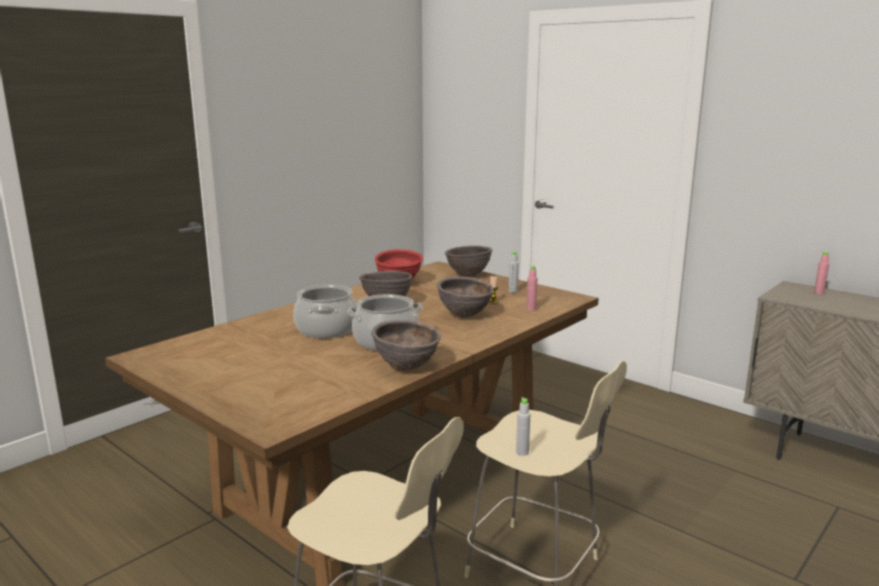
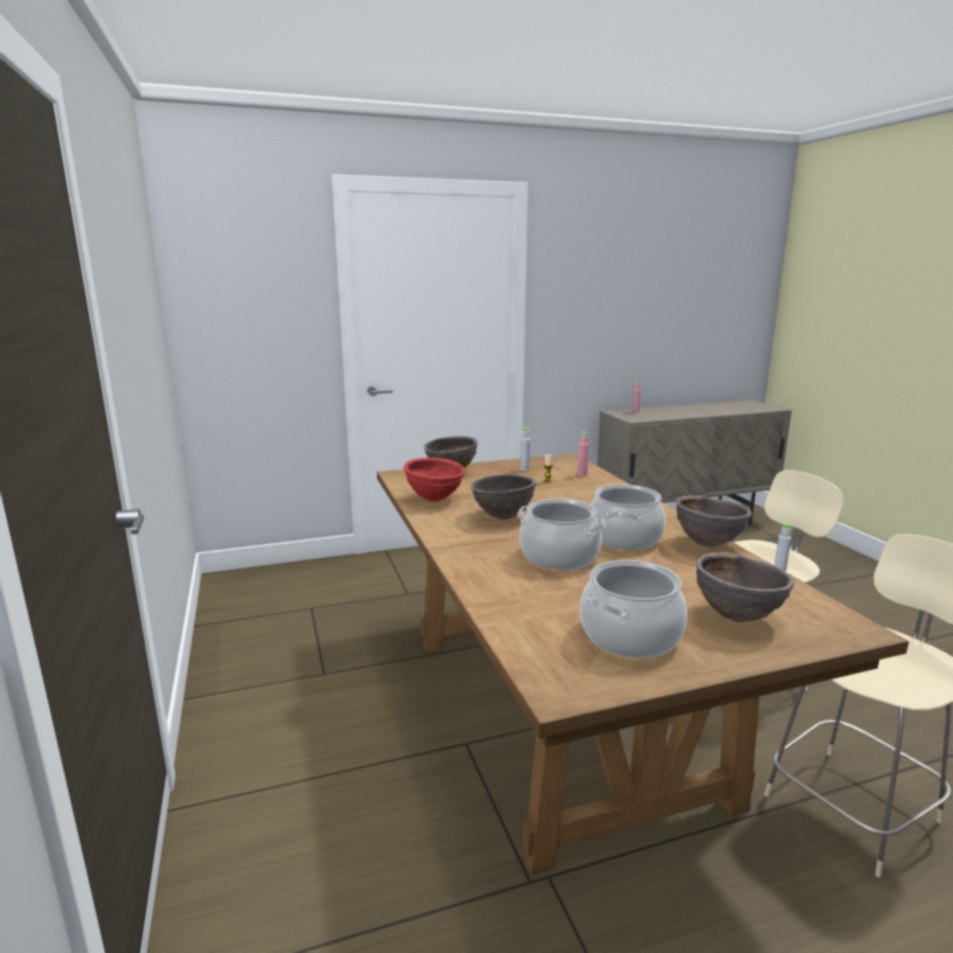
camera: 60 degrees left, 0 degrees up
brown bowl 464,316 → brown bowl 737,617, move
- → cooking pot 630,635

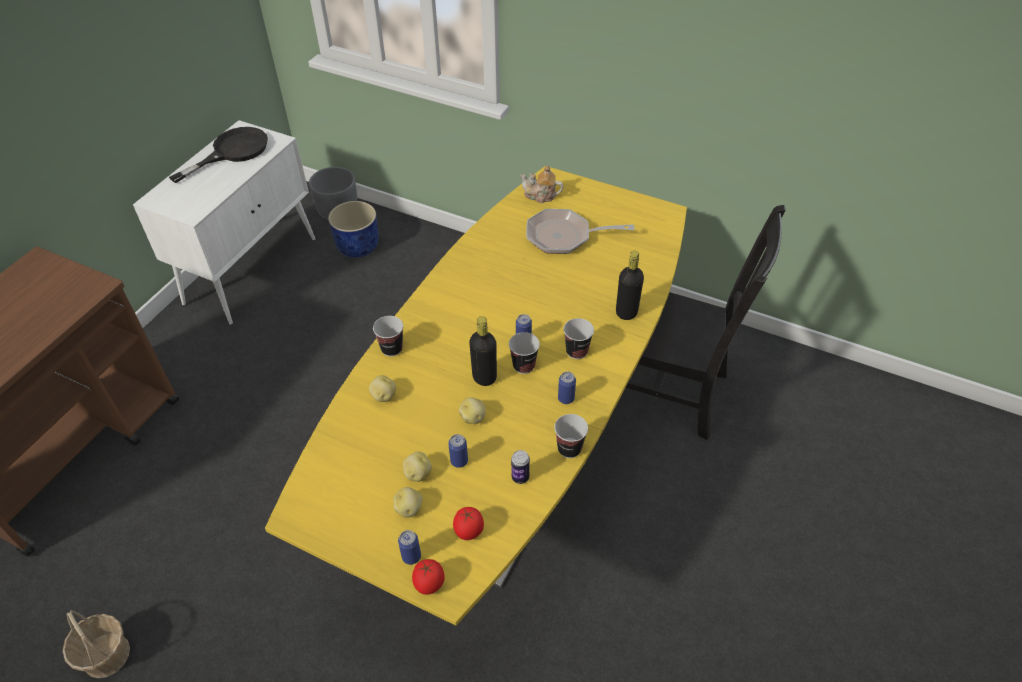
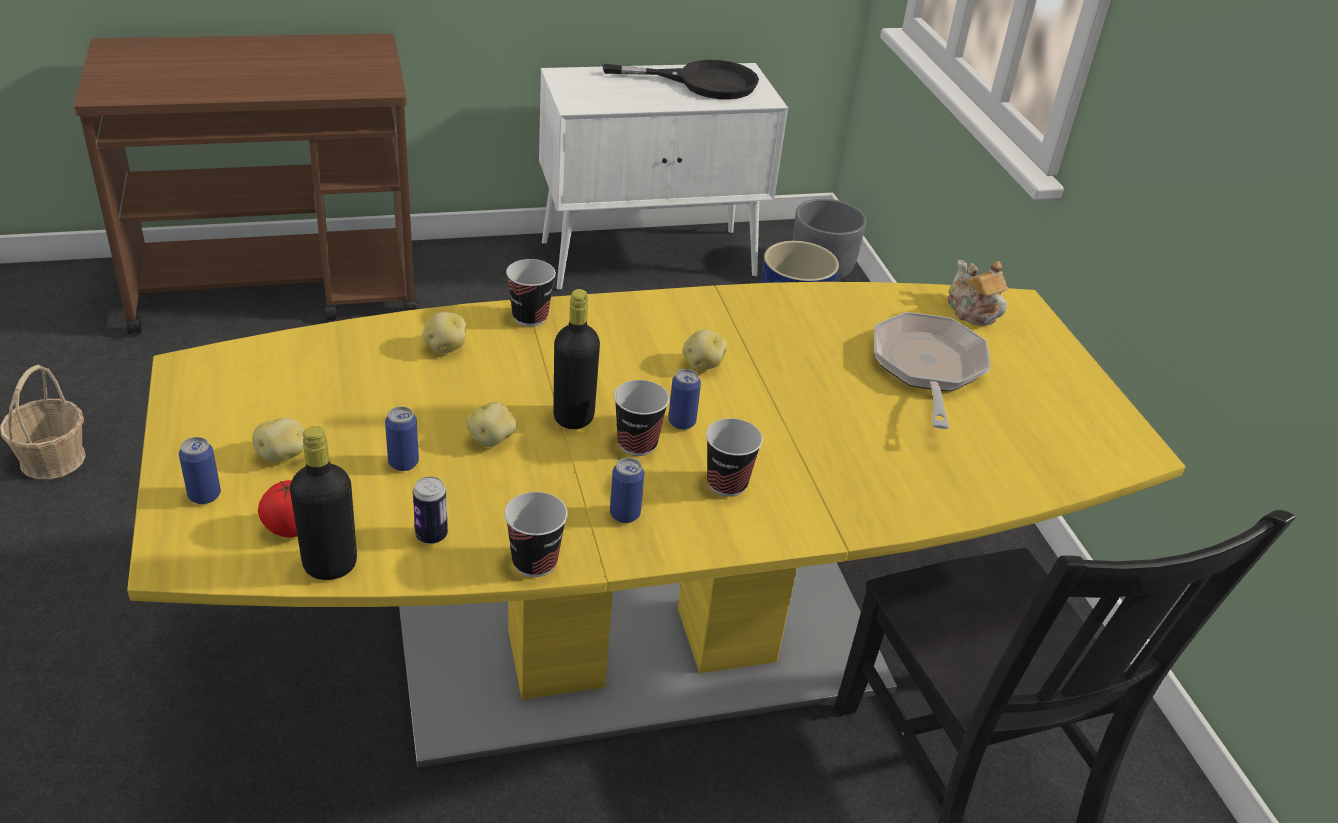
camera: 45 degrees right, 10 degrees down
frying pan 564,236 → frying pan 927,369, 45 degrees clockwise
black bottle 626,312 → black bottle 330,565, move
potato 417,474 → potato 702,364, move
tomato 429,584 → -

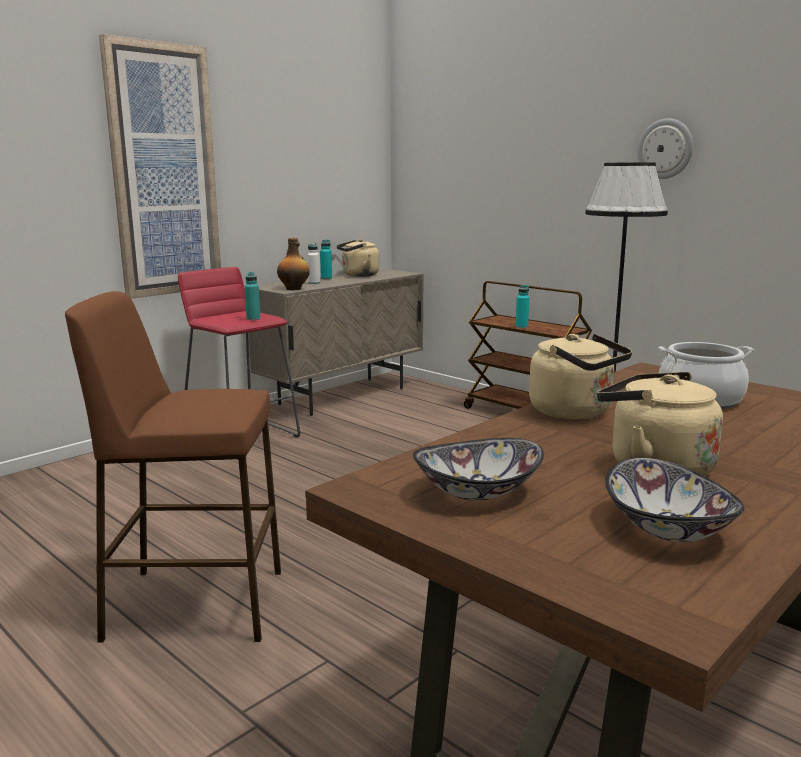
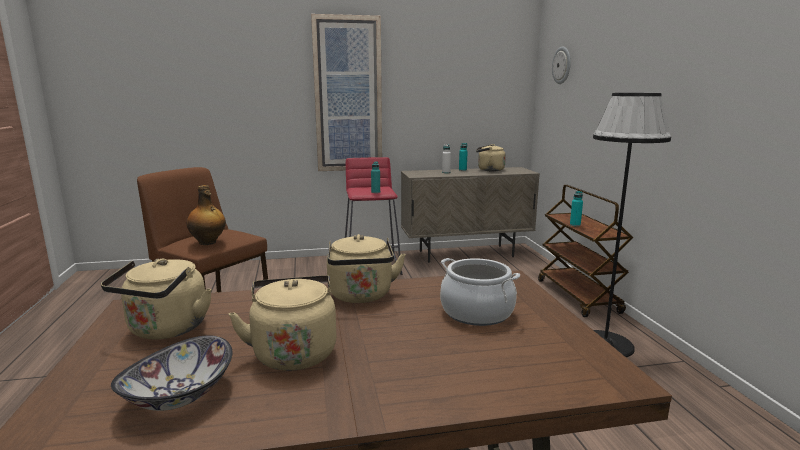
camera: 35 degrees right, 0 degrees up
wall clock 665,149 → wall clock 562,65, move
bottle 294,289 → bottle 208,242, move
bowl 477,492 → beige kettle 166,330

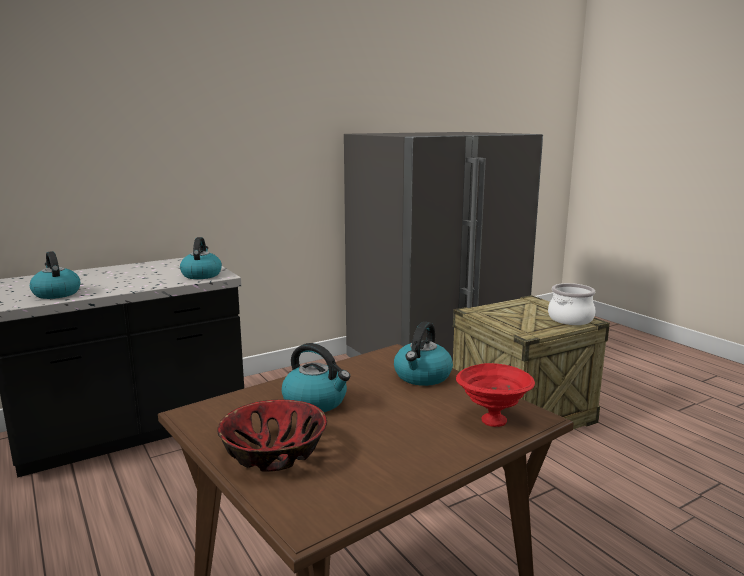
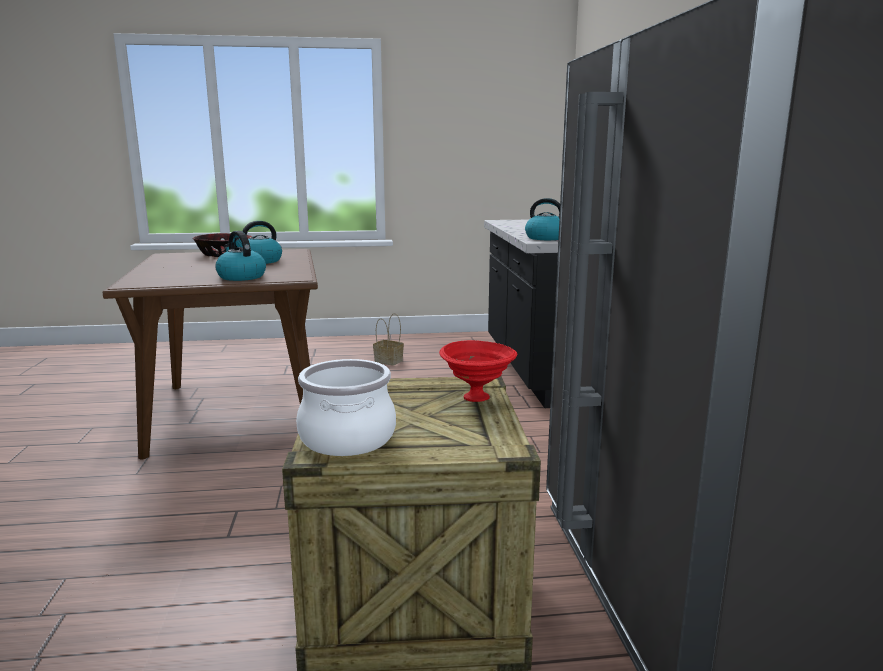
camera: 115 degrees right, 0 degrees up
kettle 56,293 → -
red bowl 491,421 → red bowl 477,397, move
- → basket 389,361

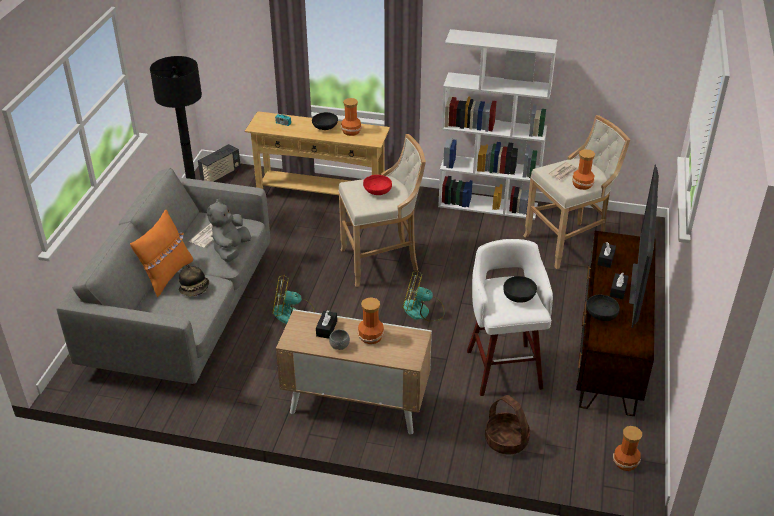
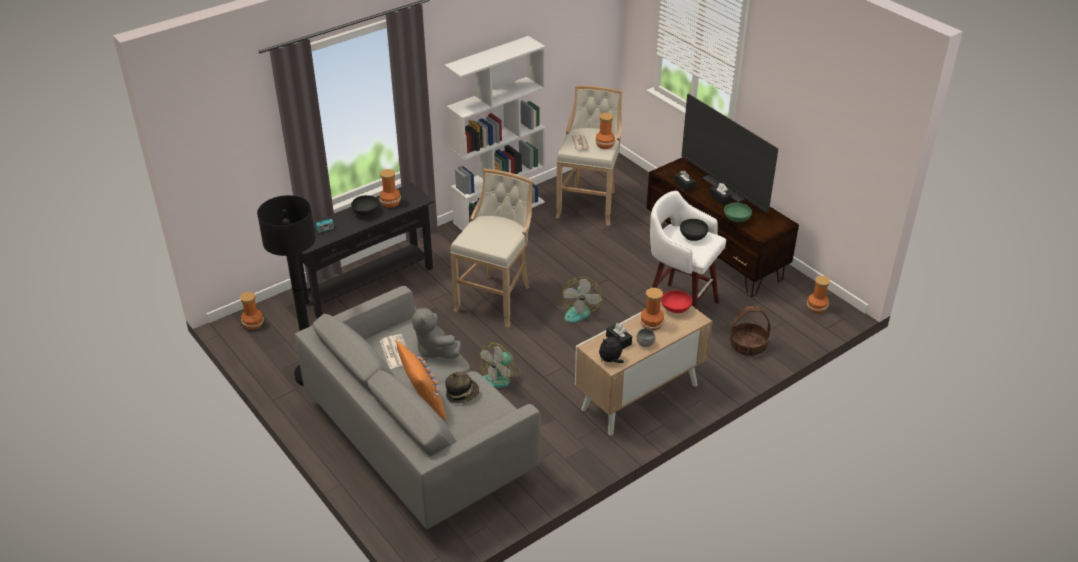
camera: 50 degrees left, 0 degrees up
beige console table 321,195 → black console table 368,284
radio 221,174 → vase 252,324
red bowl 377,192 → red bowl 675,309, move
fan 422,311 → fan 577,310, 45 degrees counterclockwise
black bowl 601,315 → green bowl 736,219
- → plush toy 610,360

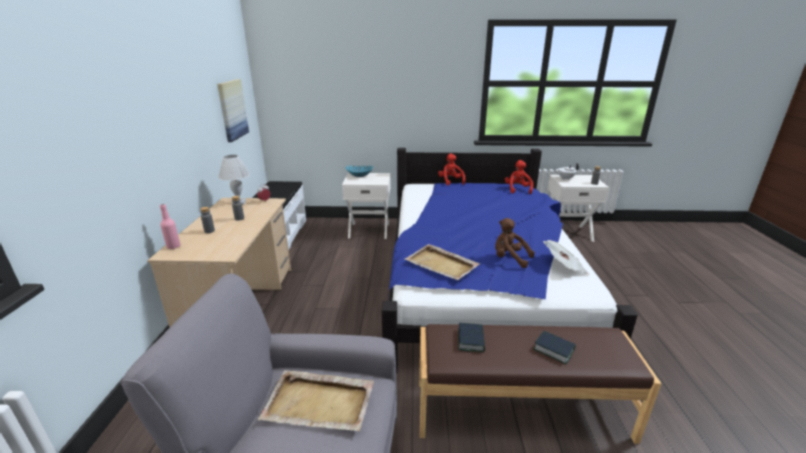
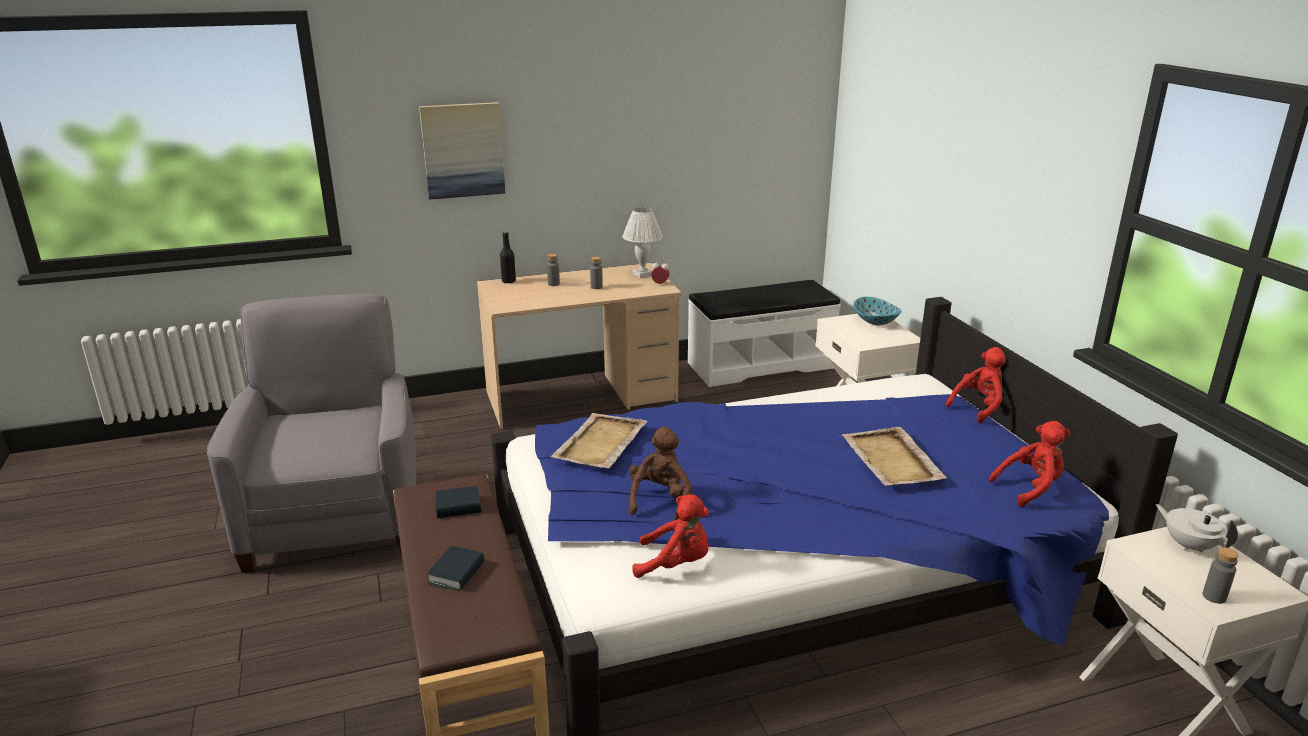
camera: 70 degrees right, 0 degrees up
picture 232,110 → picture 463,150, move
pink bottle 173,246 → black bottle 508,281
newspaper 564,267 → red plush toy 676,564
beige tray 320,403 → beige tray 892,460, move

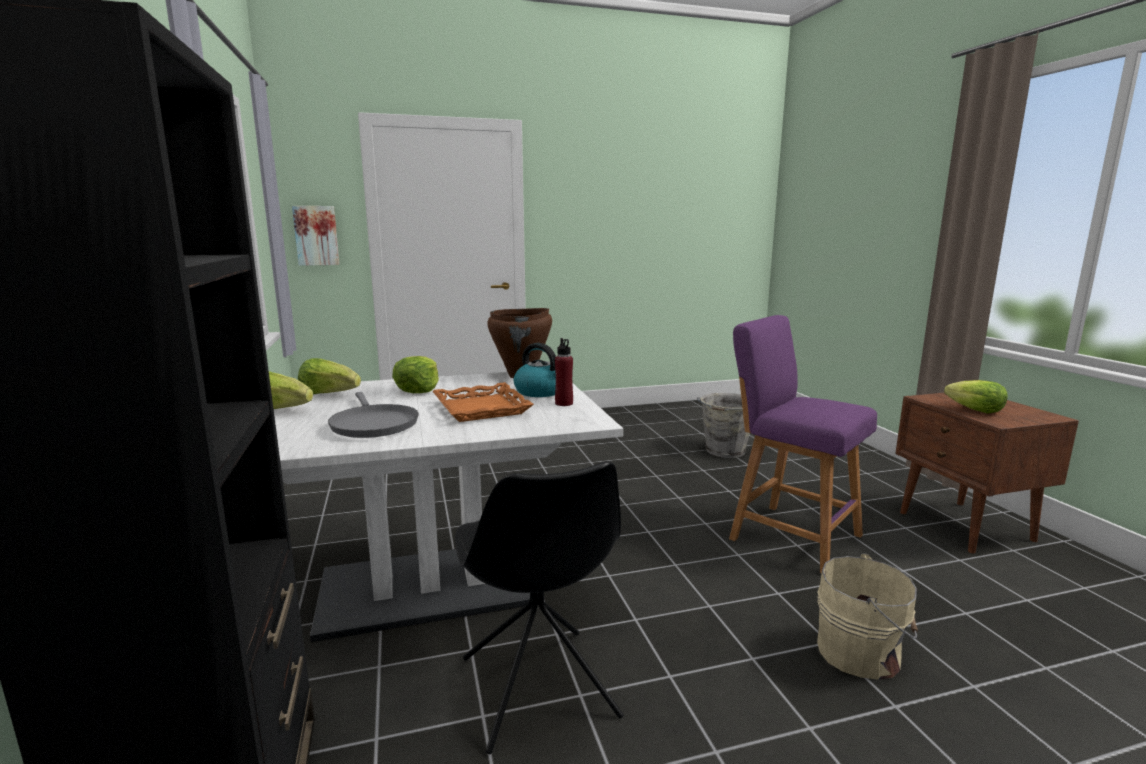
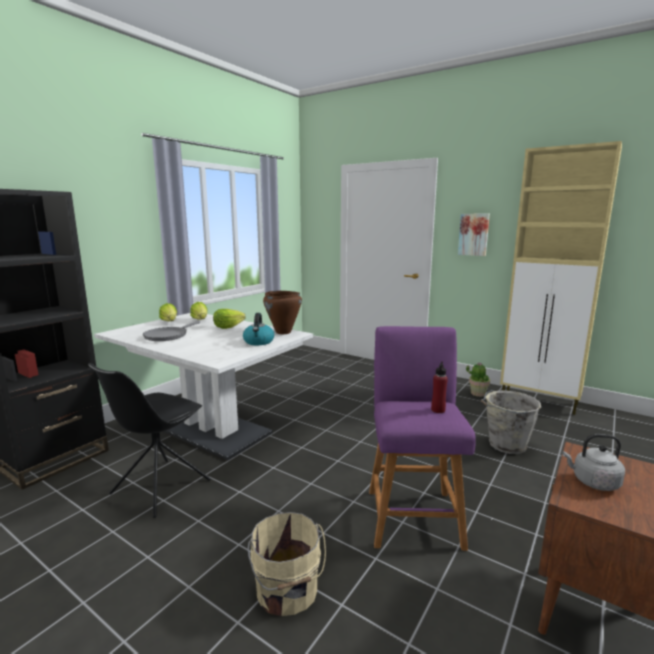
camera: 50 degrees right, 0 degrees up
picture 316,235 → picture 473,234, move
red bottle 564,403 → red bottle 438,410, move
lettuce 975,410 → grey kettle 593,482
orange tray 482,408 → -
- → beige cabinet 540,401
- → potted plant 478,393

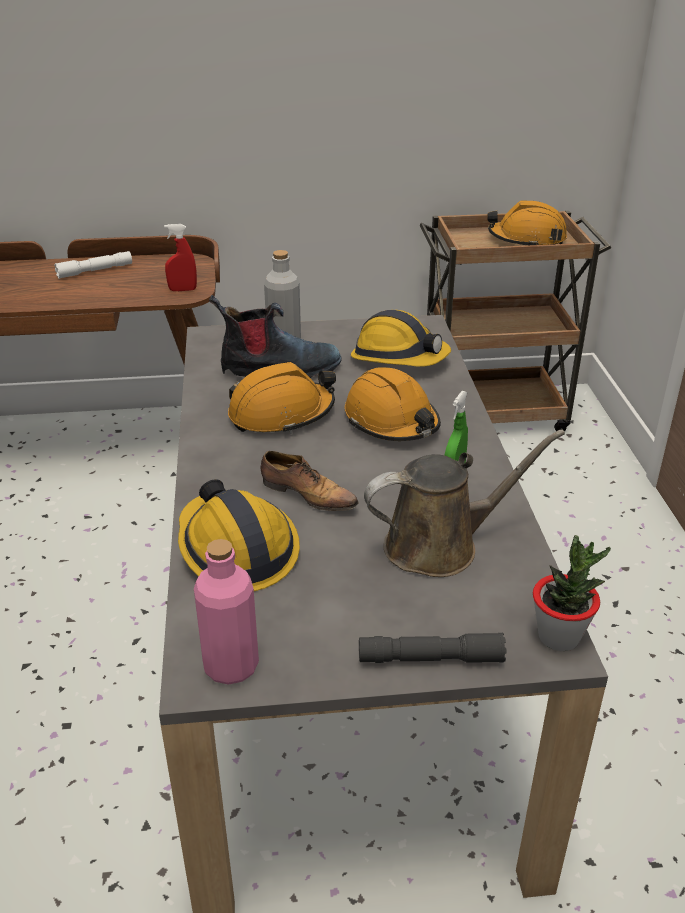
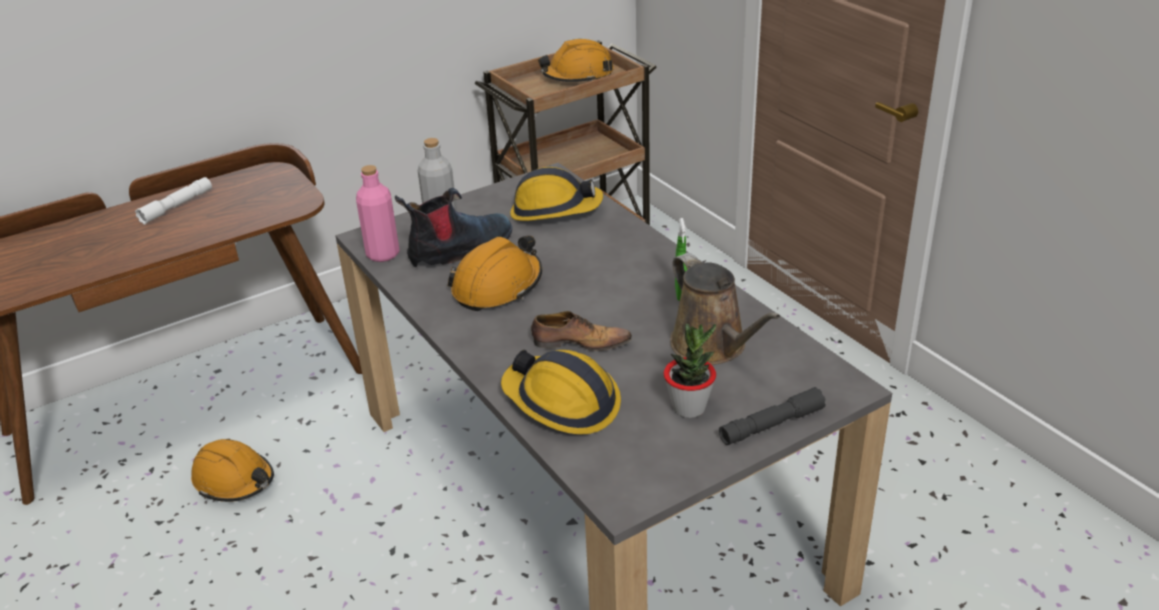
camera: 25 degrees left, 0 degrees up
red spray bottle 182,290 → -
orange hard hat 392,422 → orange hard hat 234,480, move
brown watering can 440,545 → brown watering can 713,346, 105 degrees clockwise
potted plant 559,637 → potted plant 689,407, move
pink bottle 231,666 → pink bottle 383,254, move

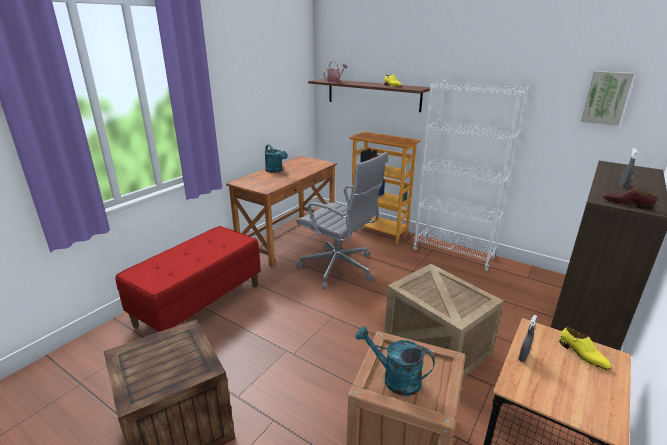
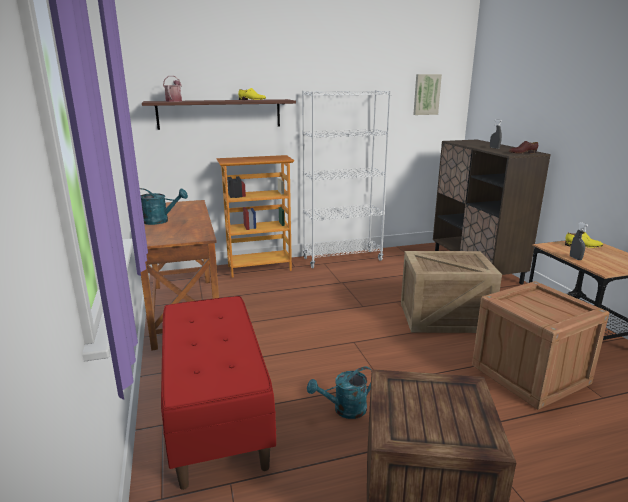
camera: 50 degrees left, 5 degrees down
grey office chair 339,269 → -
turquoise watering can 395,378 → turquoise watering can 344,410, move

